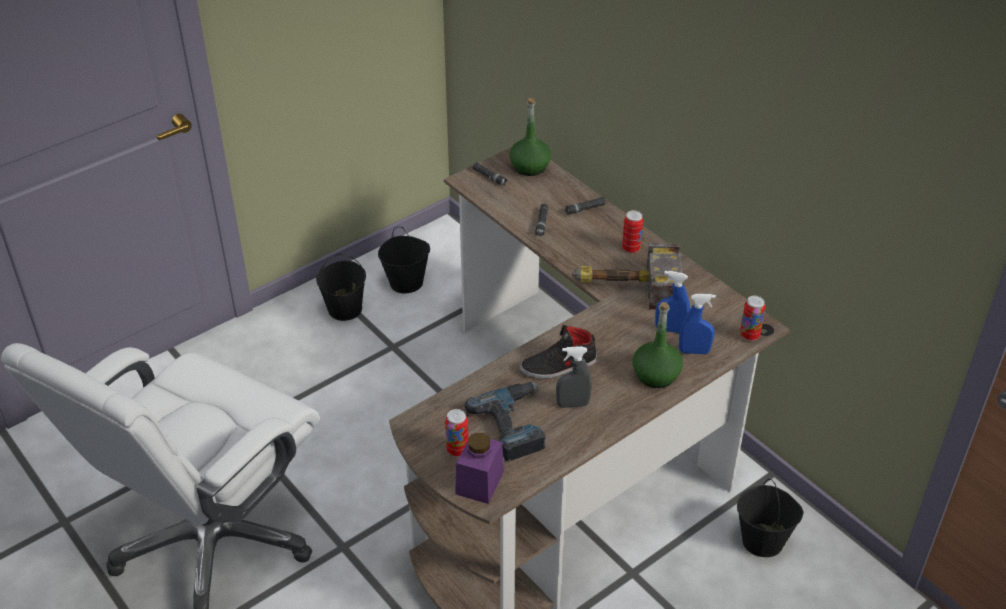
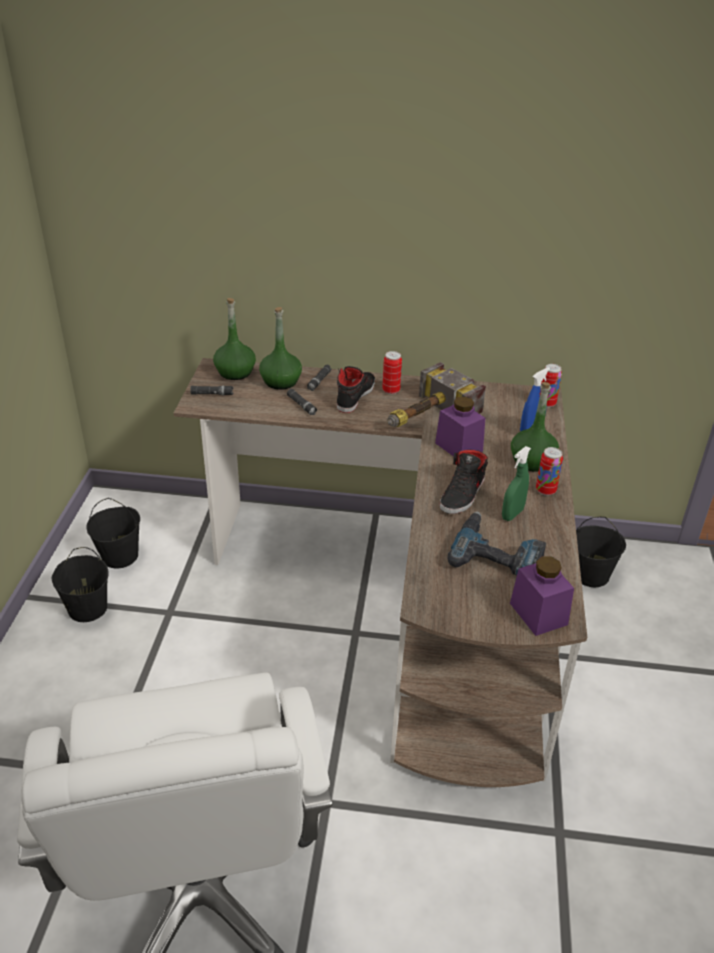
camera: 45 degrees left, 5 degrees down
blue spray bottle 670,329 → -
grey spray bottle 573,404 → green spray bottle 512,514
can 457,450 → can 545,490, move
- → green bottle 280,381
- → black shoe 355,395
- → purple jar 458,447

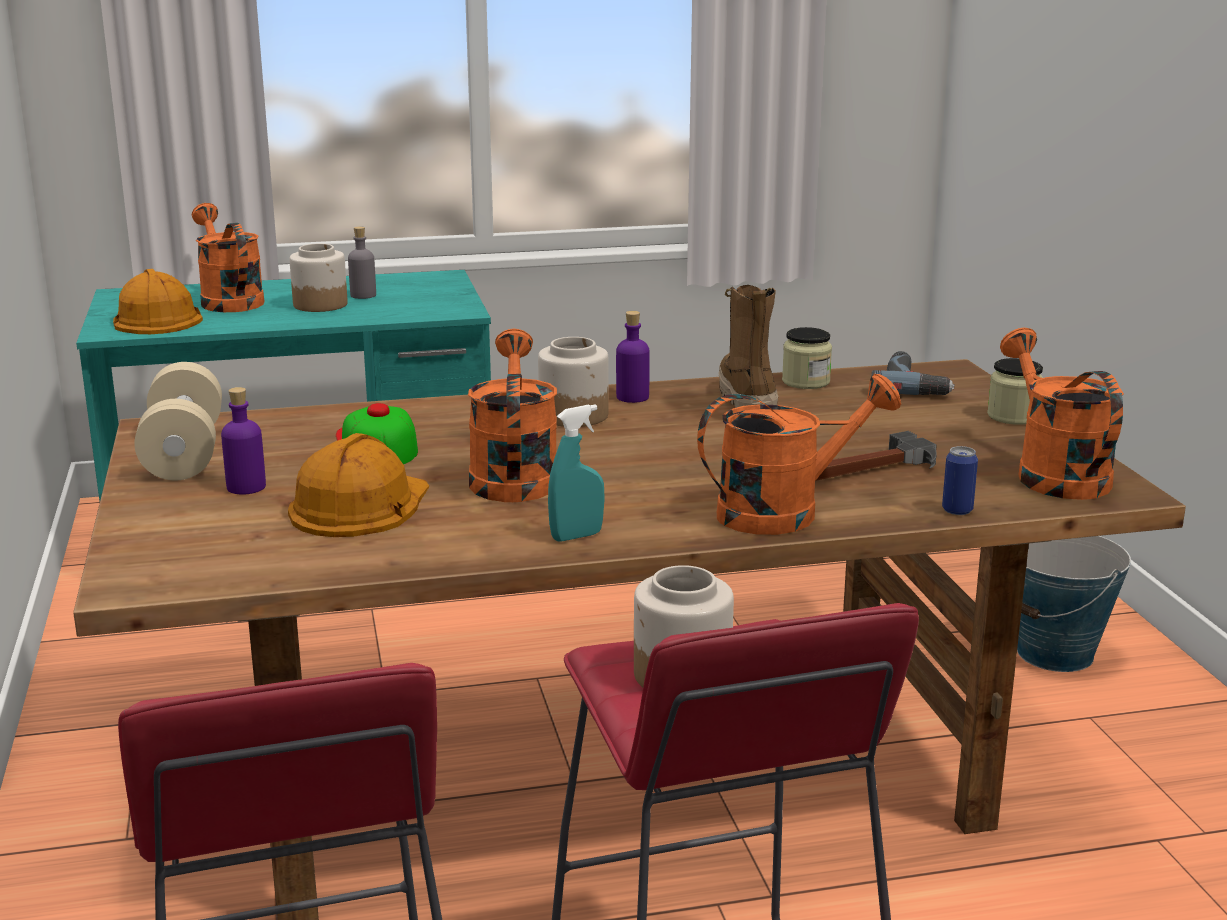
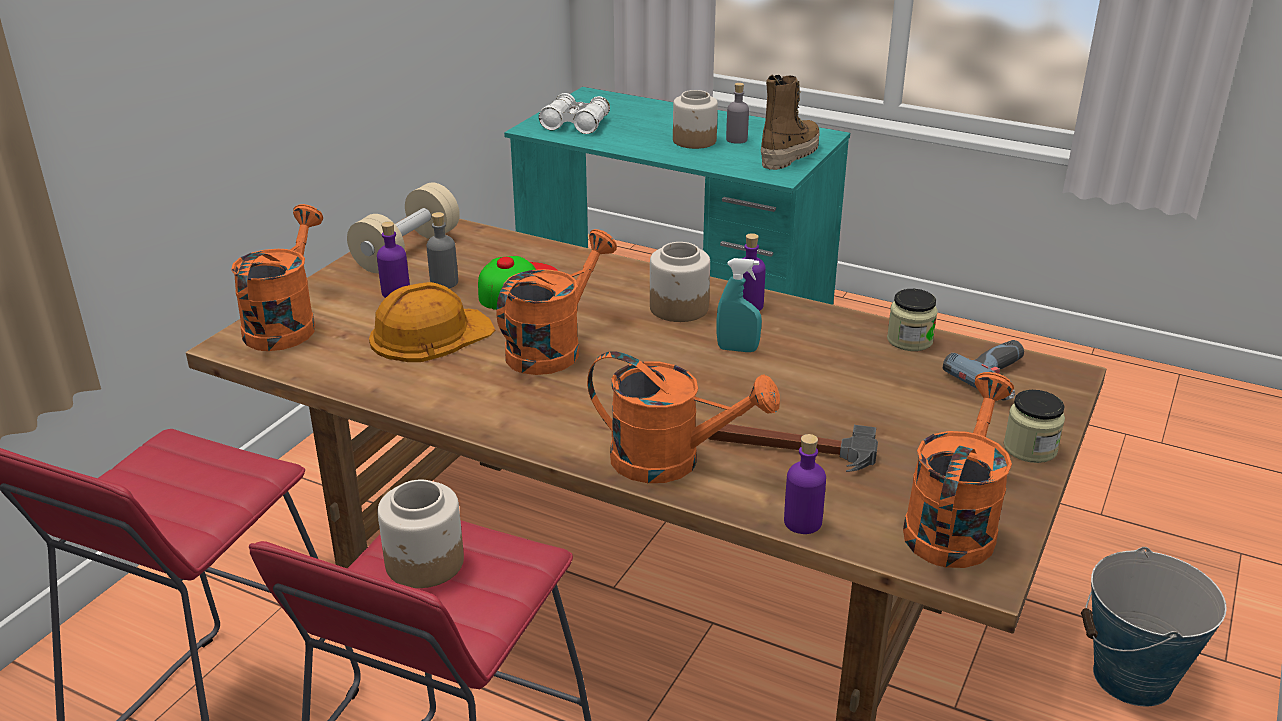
camera: 40 degrees right, 10 degrees up
orange watering can 228,300 → orange watering can 285,324, move
orange hard hat 155,319 → white binoculars 575,124
boot 747,403 → boot 788,155, move
turquoise spray bottle 576,536 → turquoise spray bottle 737,349, move
can 957,510 → purple bottle 802,522
- → grey bottle 444,282

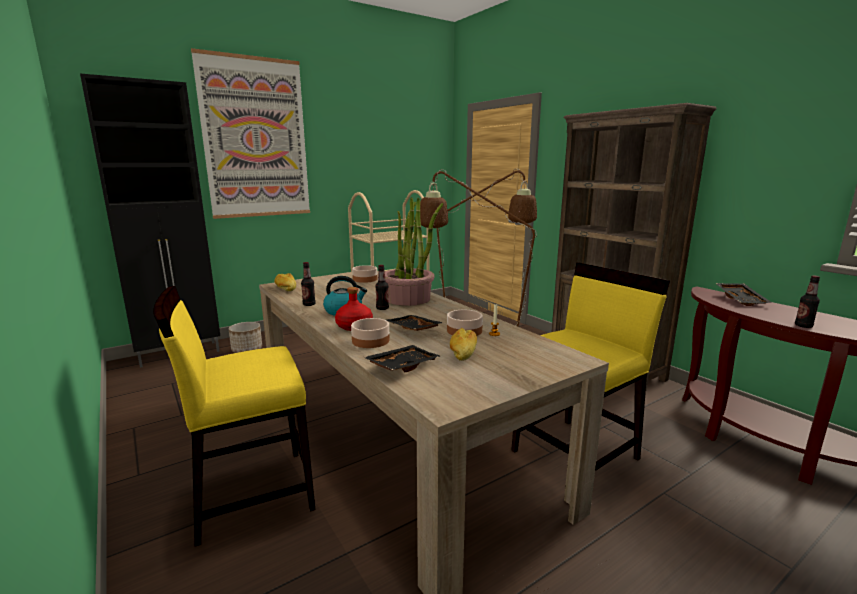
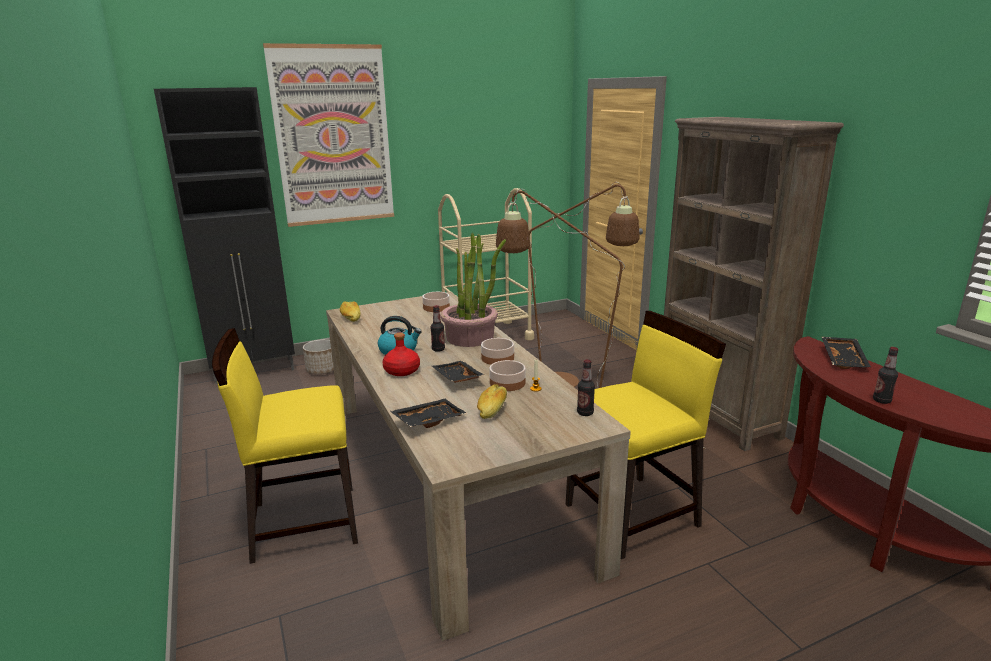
camera: 10 degrees right, 5 degrees up
bottle 309,304 → bottle 585,413, move
bowl 370,341 → bowl 497,358, move

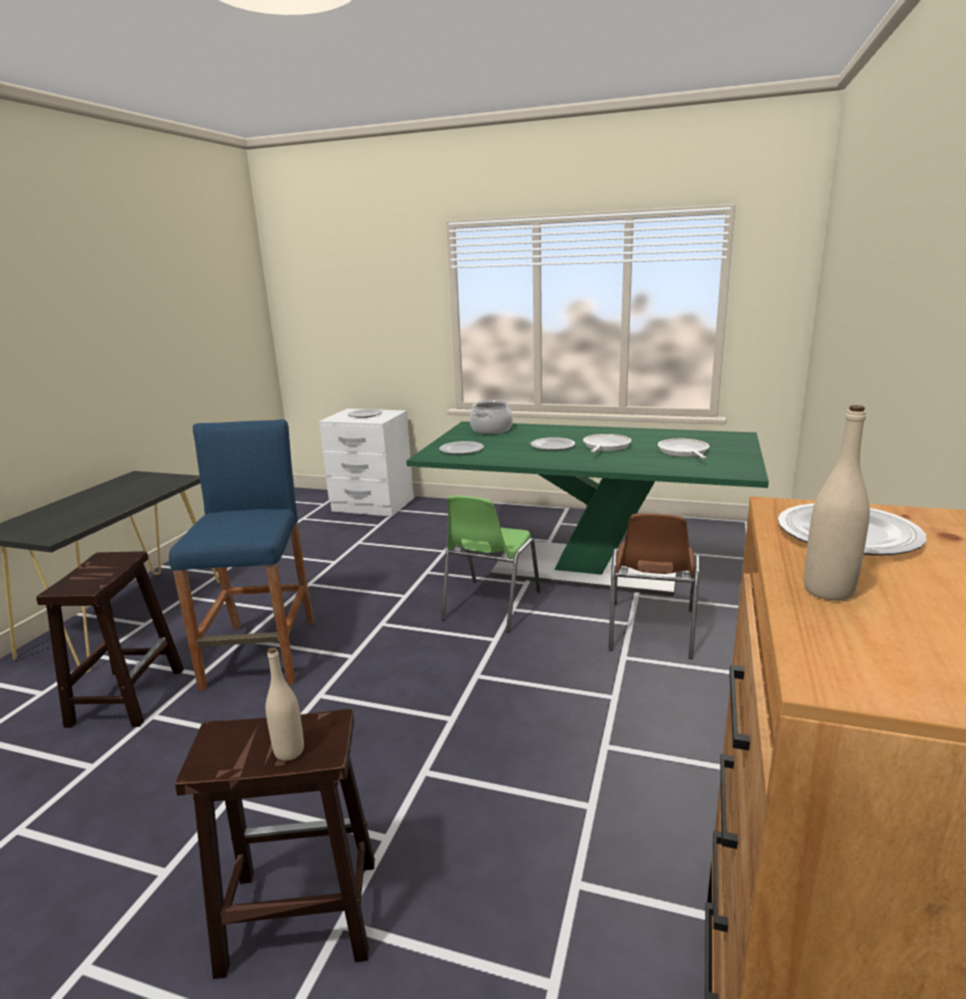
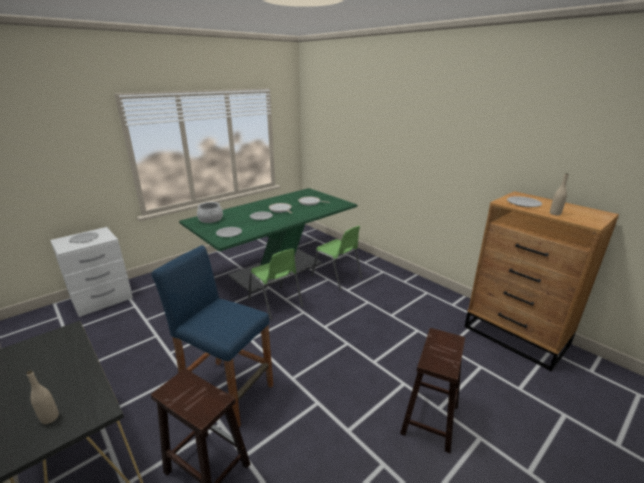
camera: 60 degrees left, 5 degrees up
brown chair 650,630 → green chair 337,277
beige bottle 289,751 → beige bottle 50,418, move

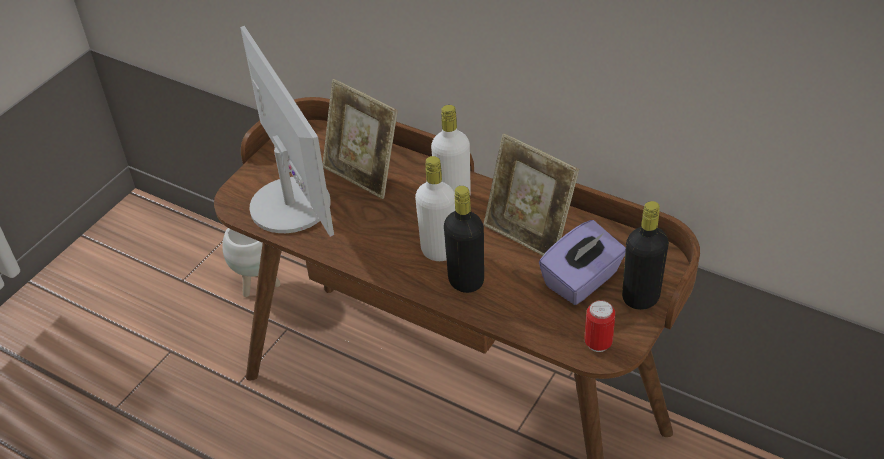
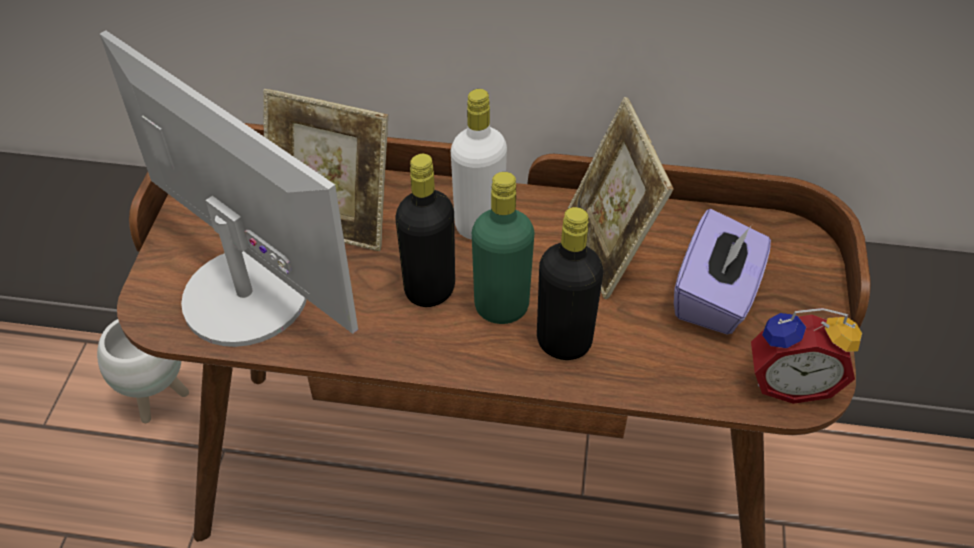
camera: 25 degrees left, 5 degrees up
picture frame 528,234 → picture frame 609,249, 60 degrees clockwise
white bottle 439,251 → green bottle 501,307
black bottle 640,298 → black bottle 429,290, move
can 598,343 → alarm clock 790,381

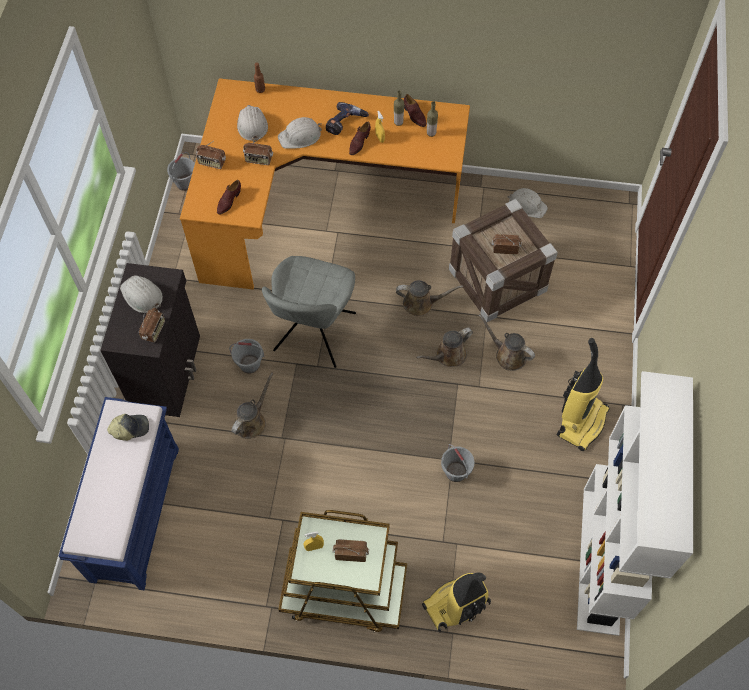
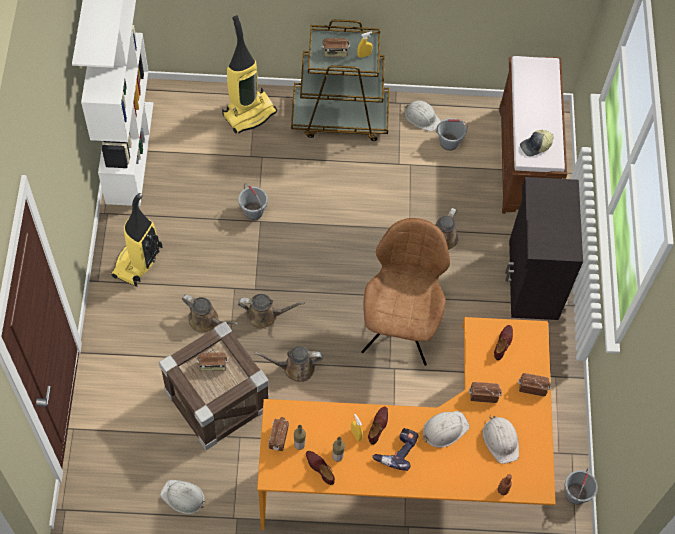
camera: 170 degrees right, 0 degrees up
grey chair 313,334 → brown chair 400,327
white hard hat 142,295 → white hard hat 422,117, move
radio 154,331 → radio 278,438, move
brown watering can 448,356 → brown watering can 265,315, 45 degrees clockwise
grey bucket 249,364 → grey bucket 449,142, move
blue bench 135,512 → brown bench 524,161

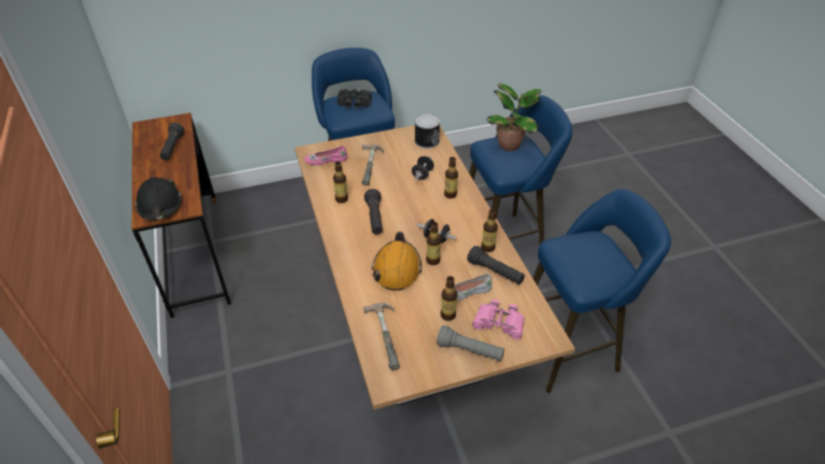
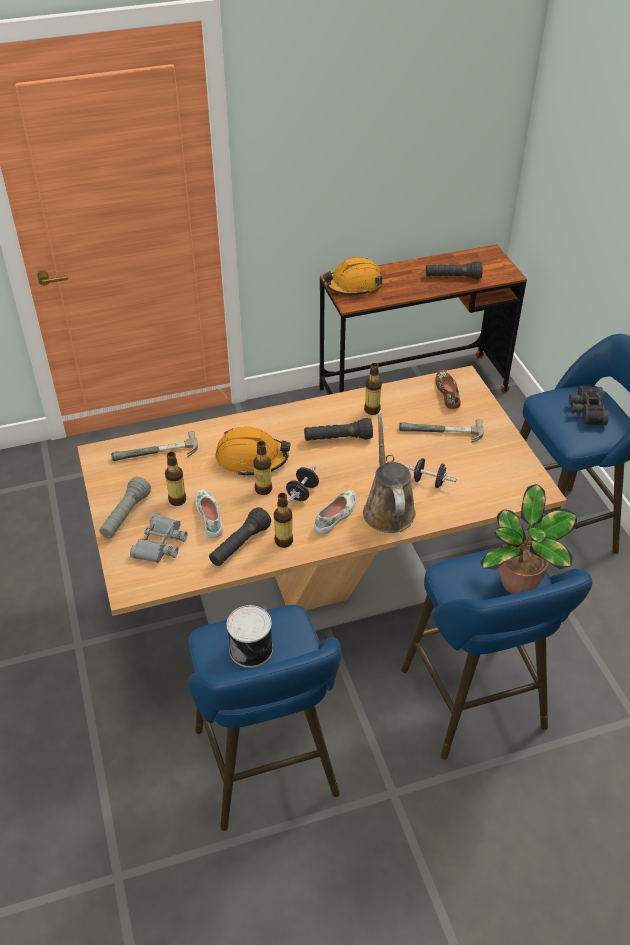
camera: 90 degrees right, 0 degrees up
can 426,141 → can 252,648, move
pink shoe 326,160 → brown shoe 448,393
bottle 450,194 → brown watering can 387,508
black hard hat 160,205 → orange hard hat 353,285
pink binoculars 499,322 → grey binoculars 160,543
- → white shoe 336,516

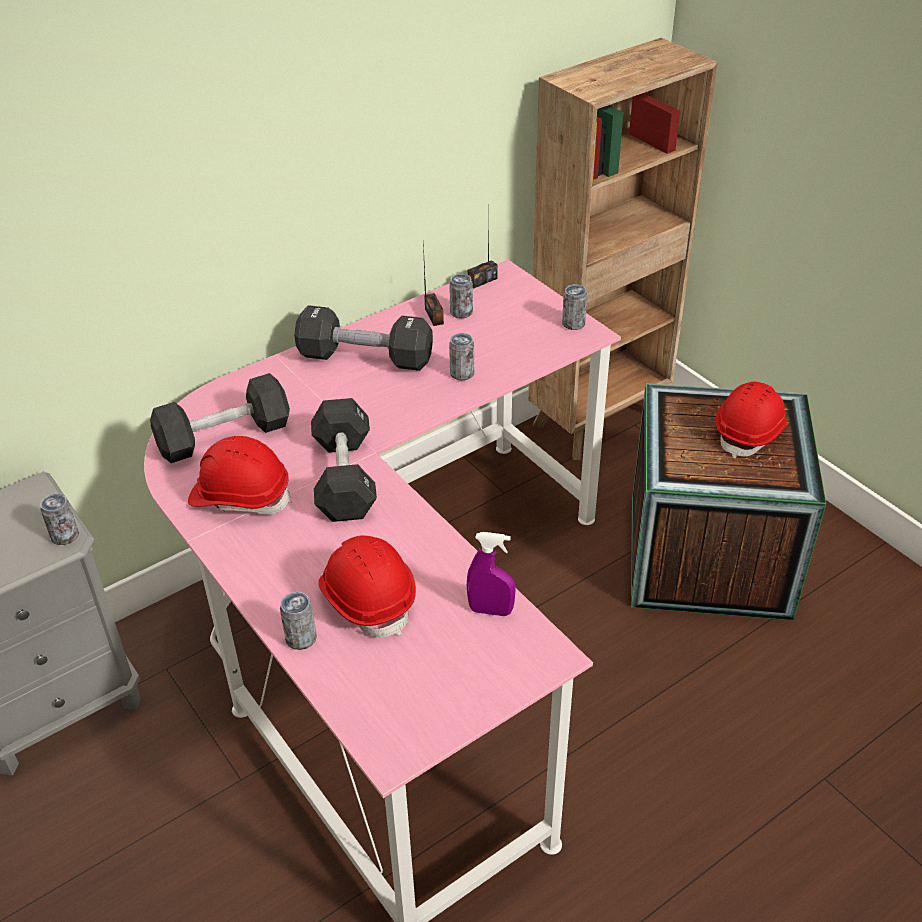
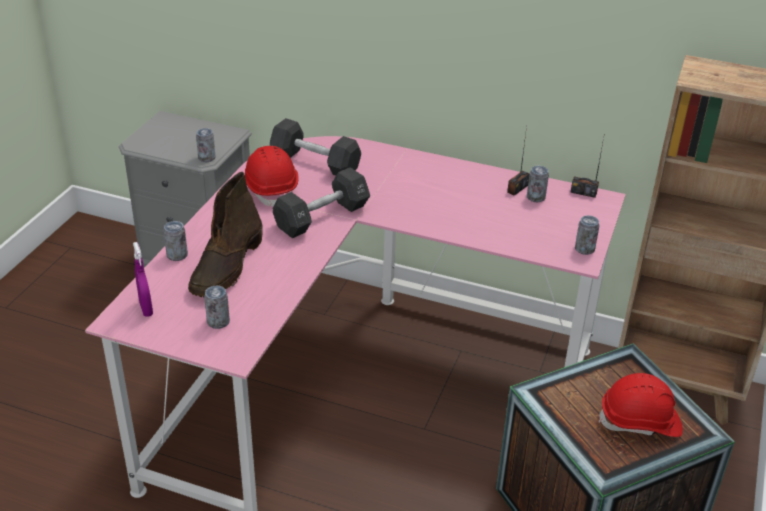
camera: 55 degrees right, 5 degrees down
black dumbbell 365,358 → -
can 462,374 → can 218,322, move
purple spray bottle 490,610 → purple spray bottle 146,309, move
red hard hat 368,599 → brown boot 227,266

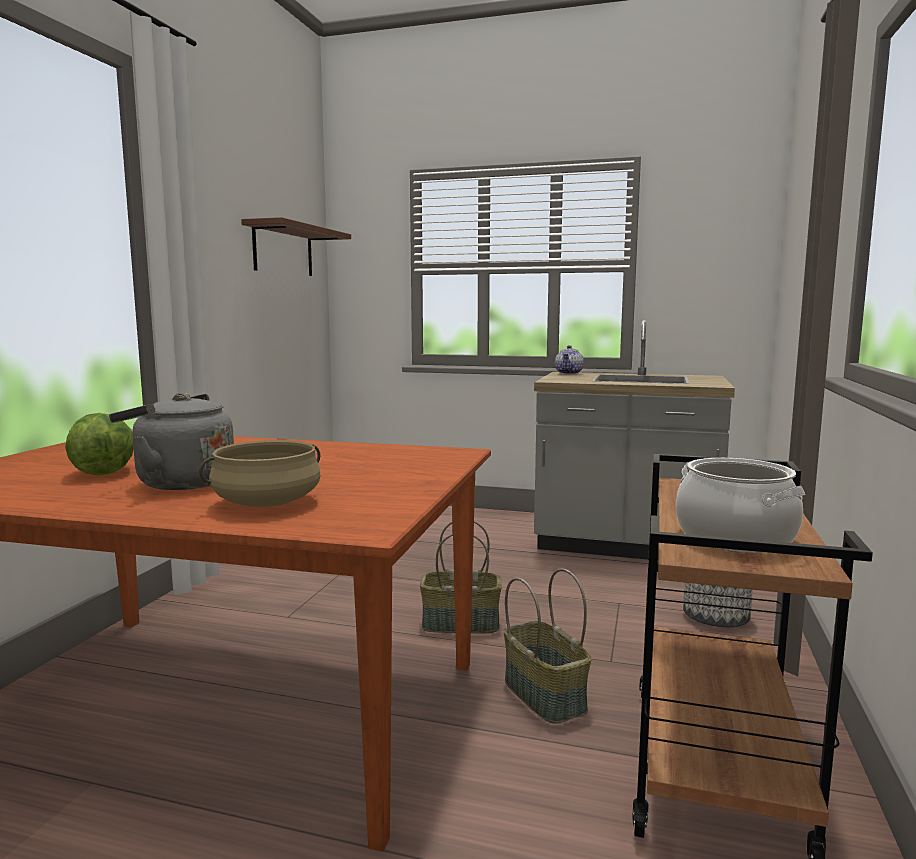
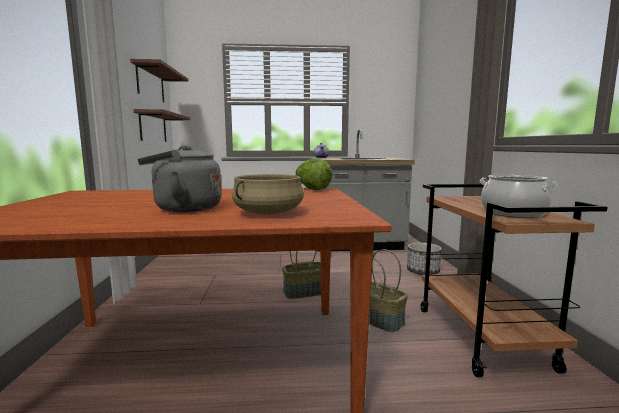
camera: 20 degrees left, 0 degrees up
lettuce 104,471 → lettuce 312,189, move
- → brown shelf 153,127

